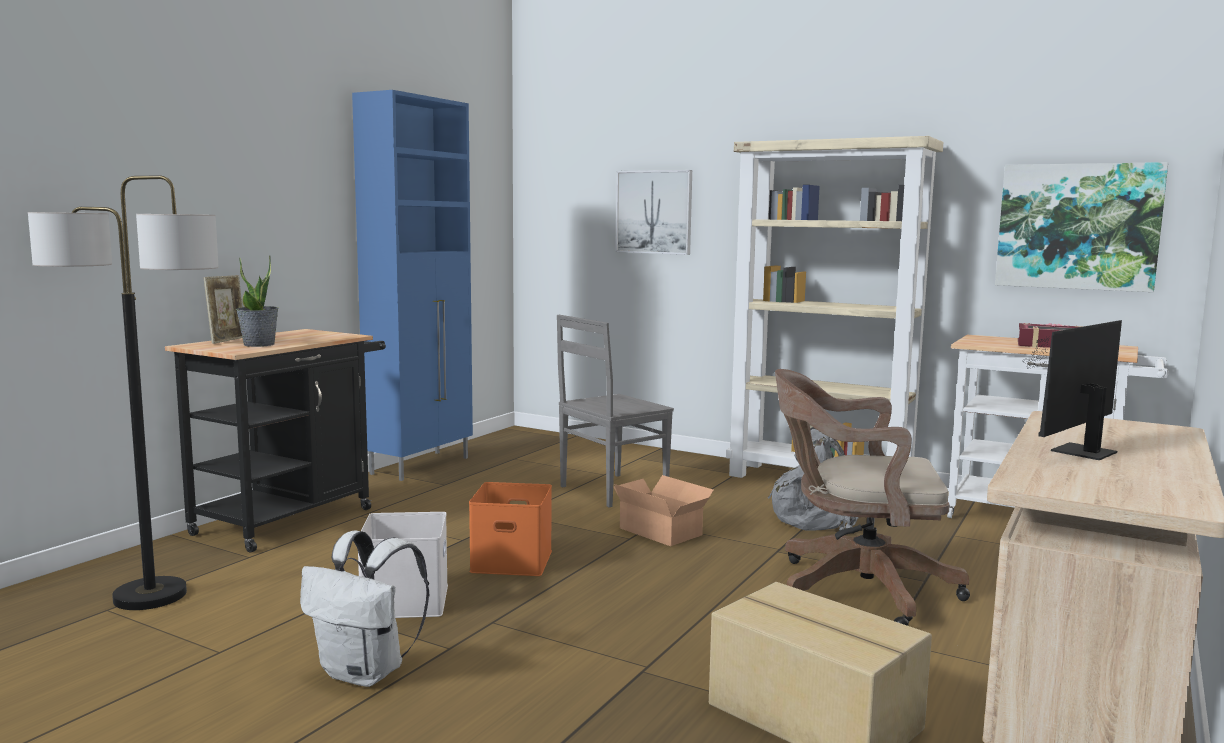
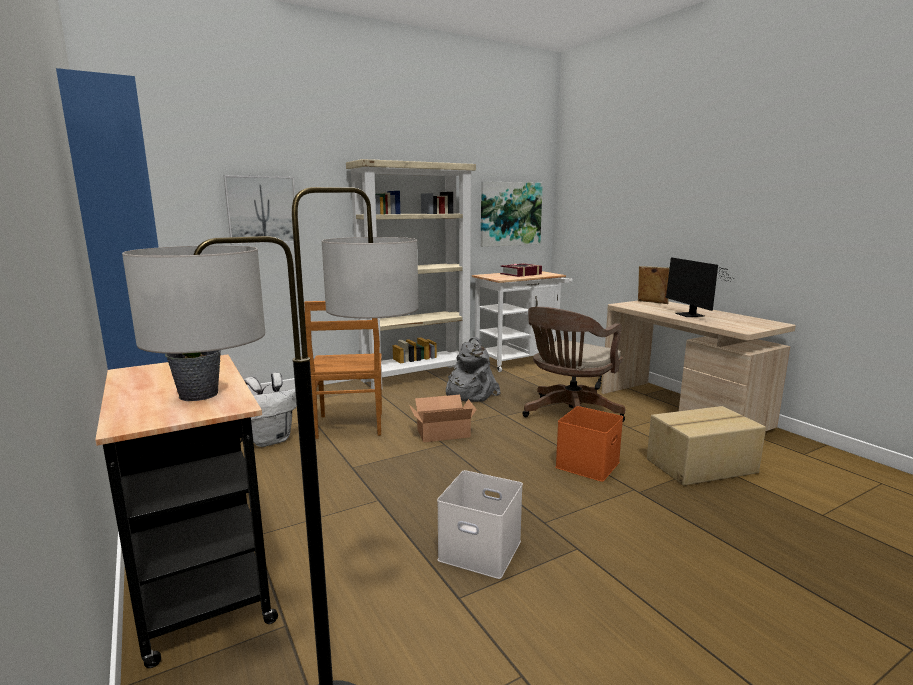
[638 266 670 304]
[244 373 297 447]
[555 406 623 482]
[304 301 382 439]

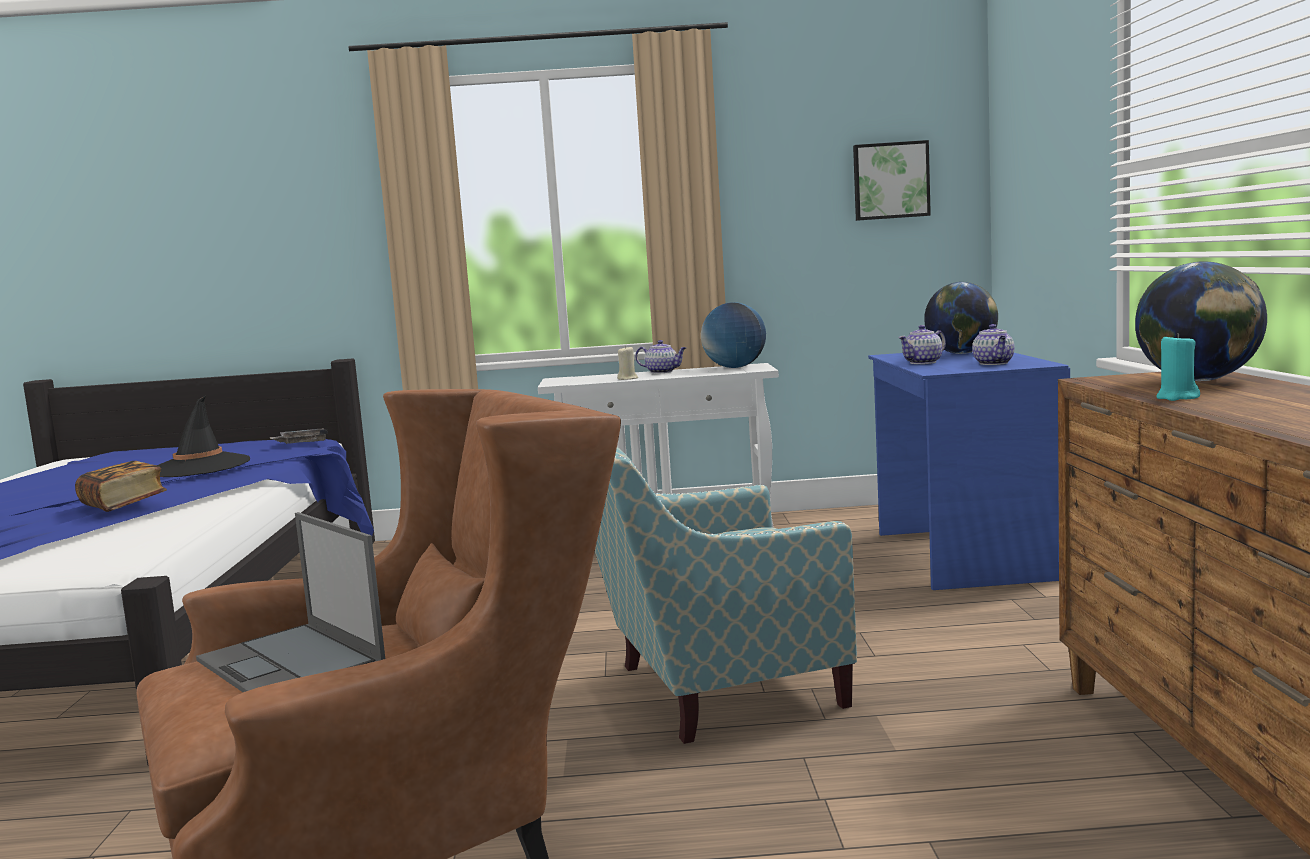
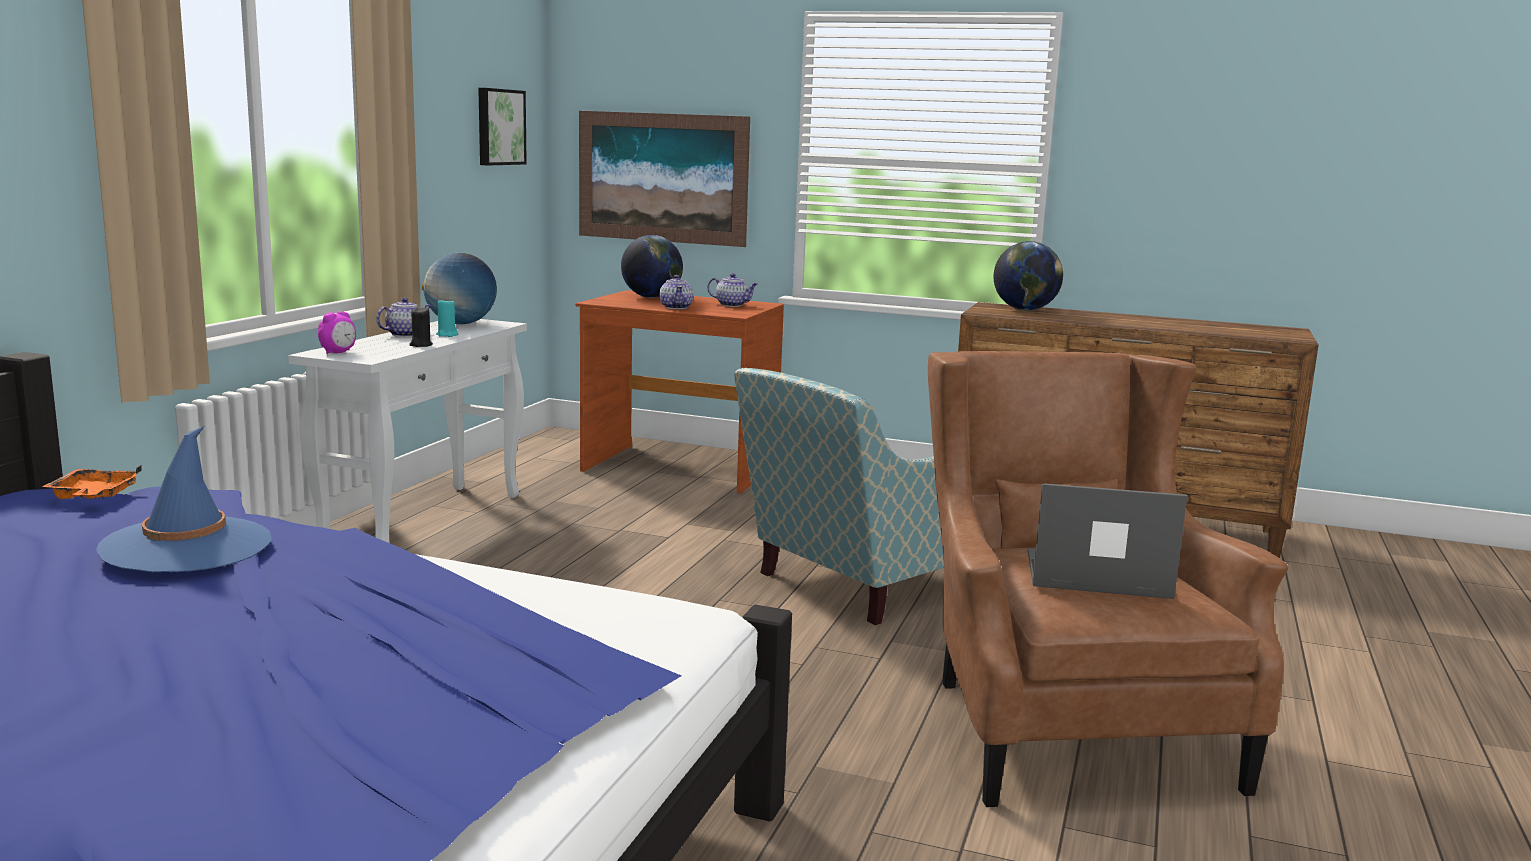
[75 461 167 512] (first image)
[96 426 271 572]
[1028 483 1187 599]
[42 465 142 499]
[734 368 944 625]
[409 307 433 347]
[575 290 784 494]
[436 298 458 337]
[318 311 356 354]
[579 111 750 247]

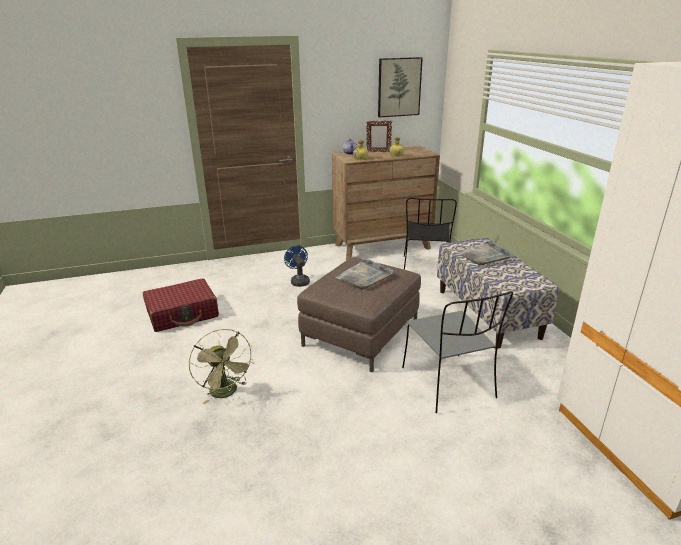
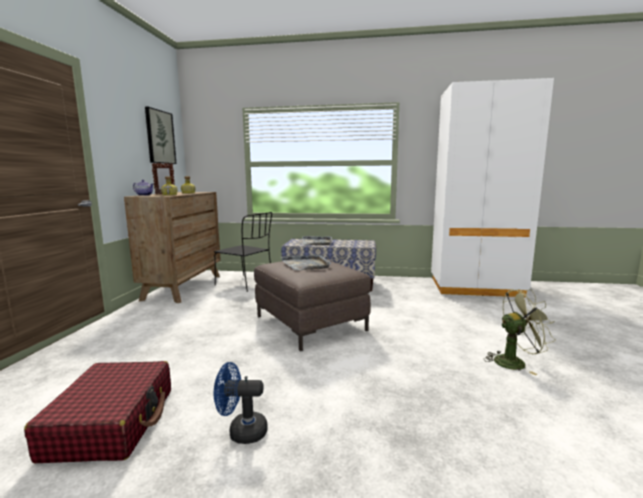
[484 289 556 375]
[214 362 268 444]
[402 291 513 413] (first image)

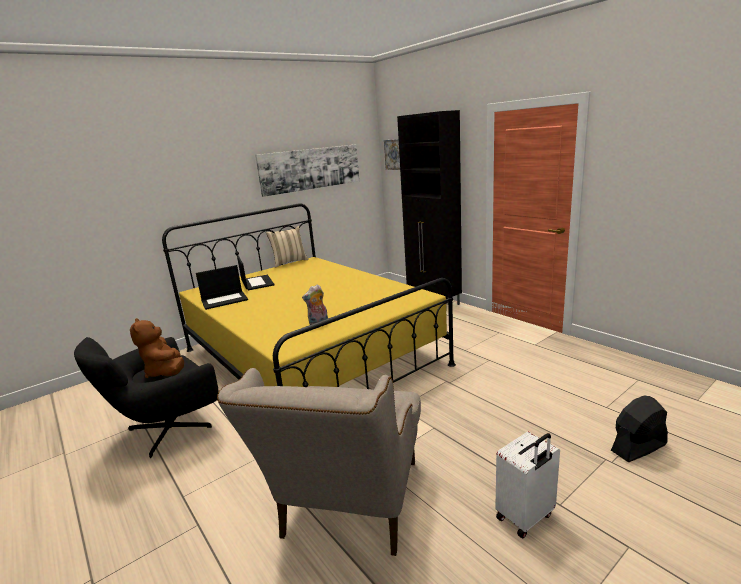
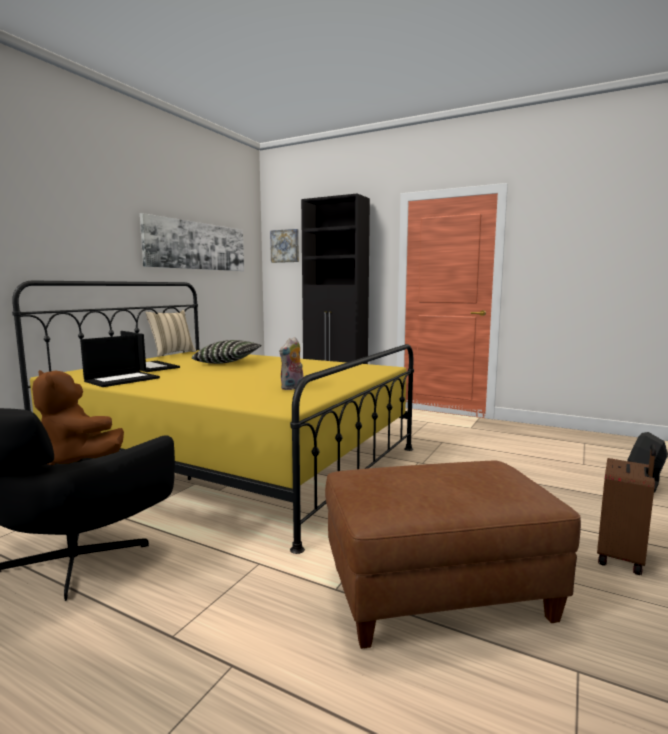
[325 461 581 649]
[597 444 656 575]
[192 340 262 364]

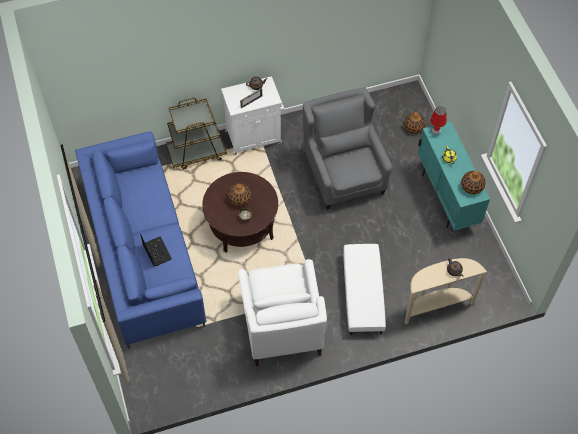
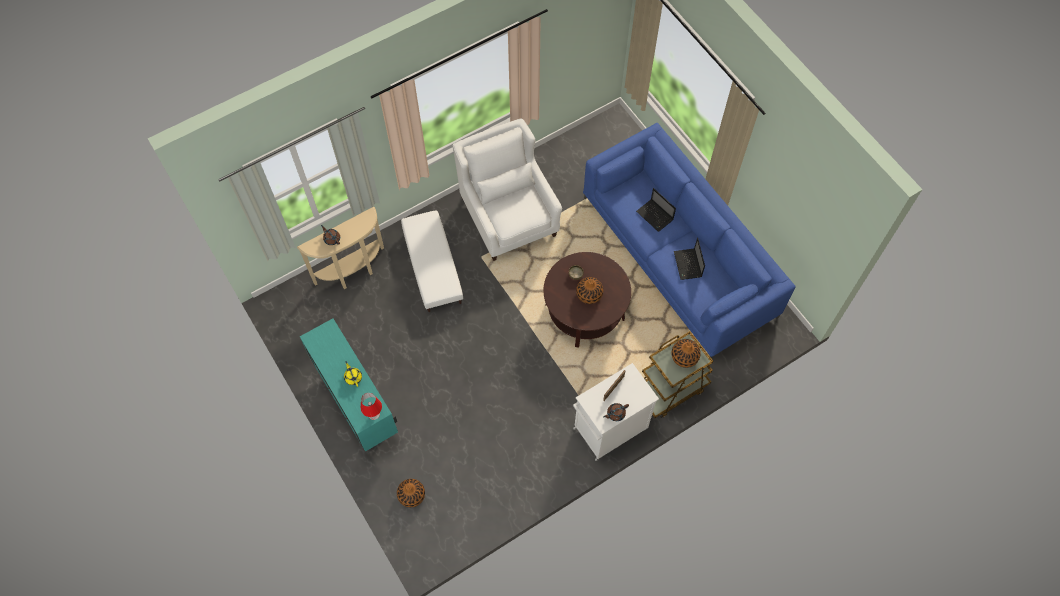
[303 87 392 210] (first image)
[672 339 701 368]
[674 238 705 280]

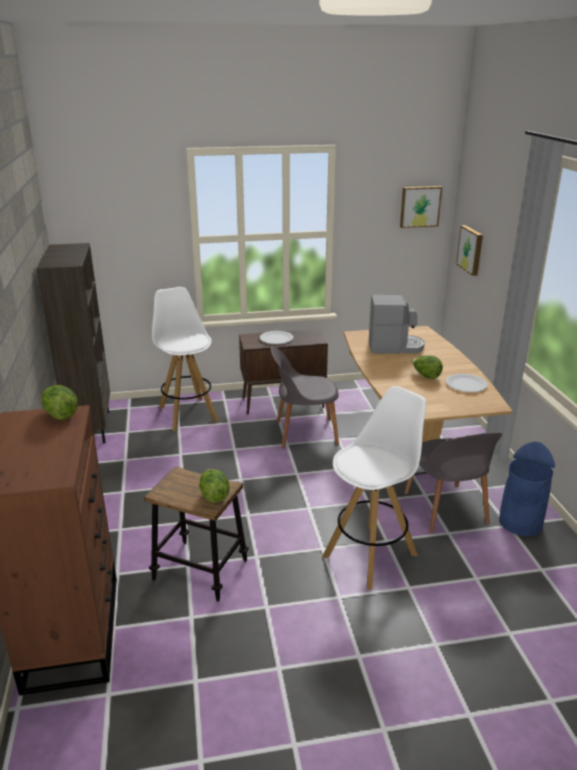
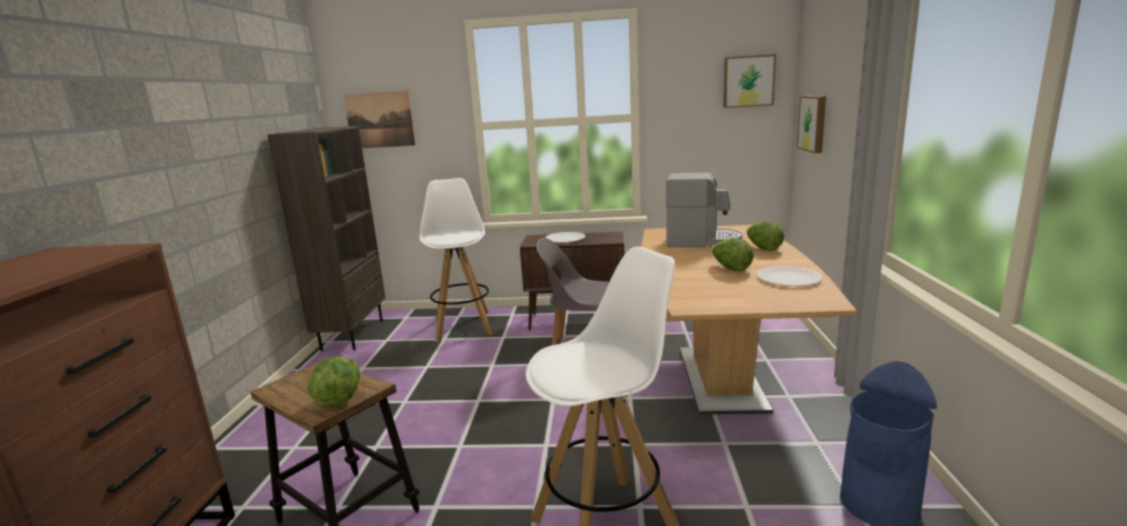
[746 221 784 251]
[404 432 502 534] (first image)
[344 91 415 148]

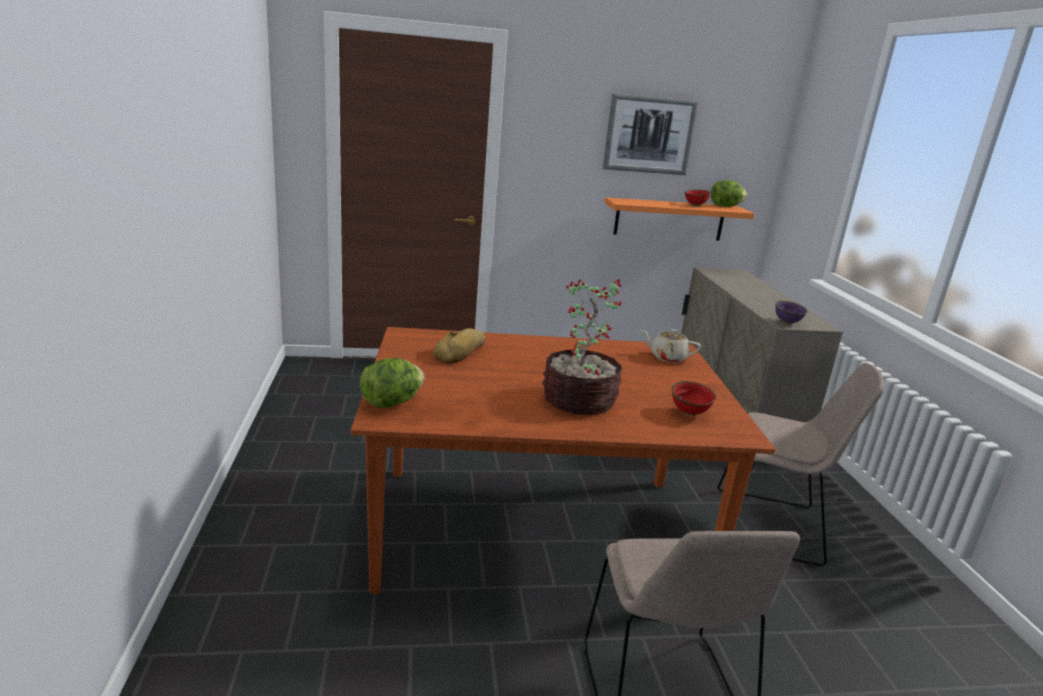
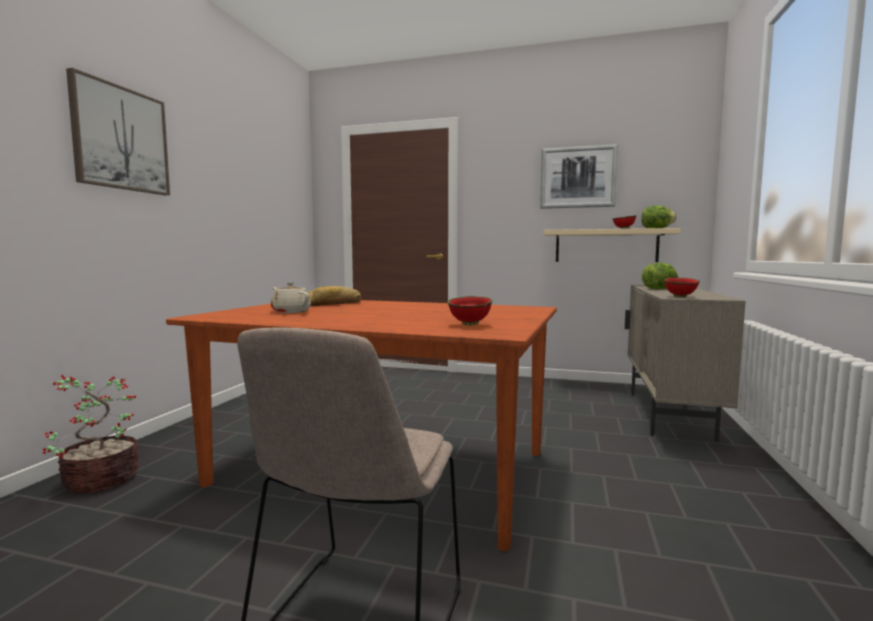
[642 262 678 290]
[42 374 139 493]
[543 228 681 262]
[271 282 311 313]
[718 363 884 567] (first image)
[664 277 700 298]
[66 68 170 195]

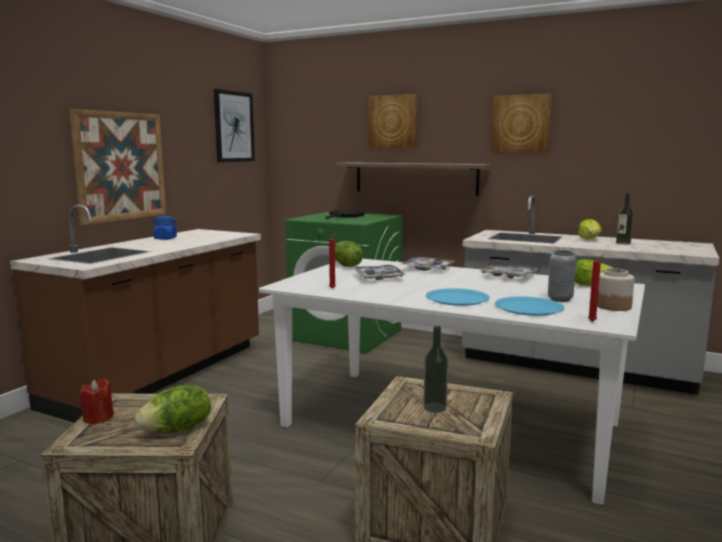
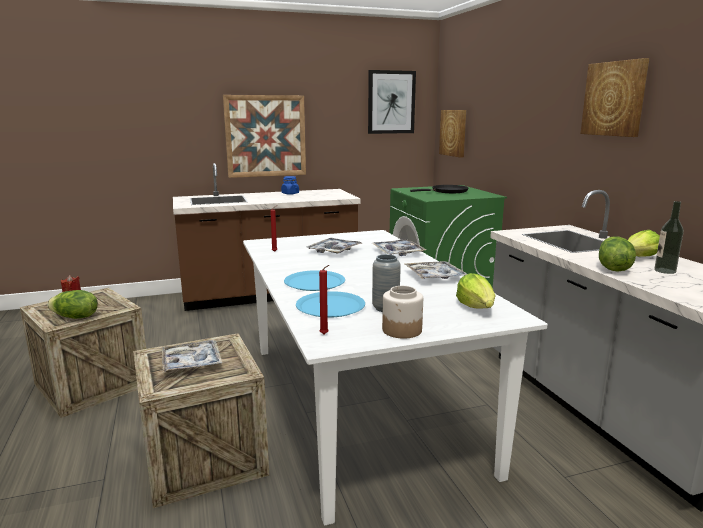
[335 162 492 196] (first image)
[599 237 636 272]
[439 110 466 158]
[162 340 222 372]

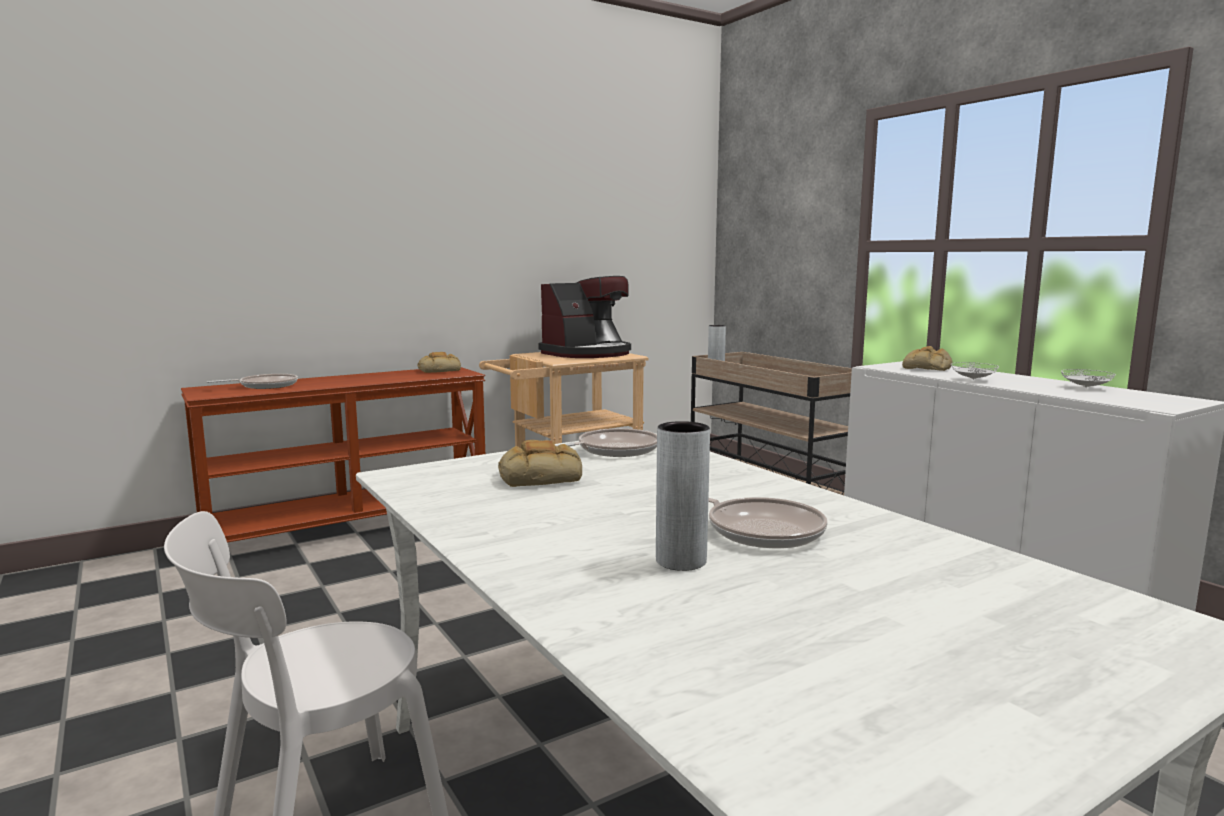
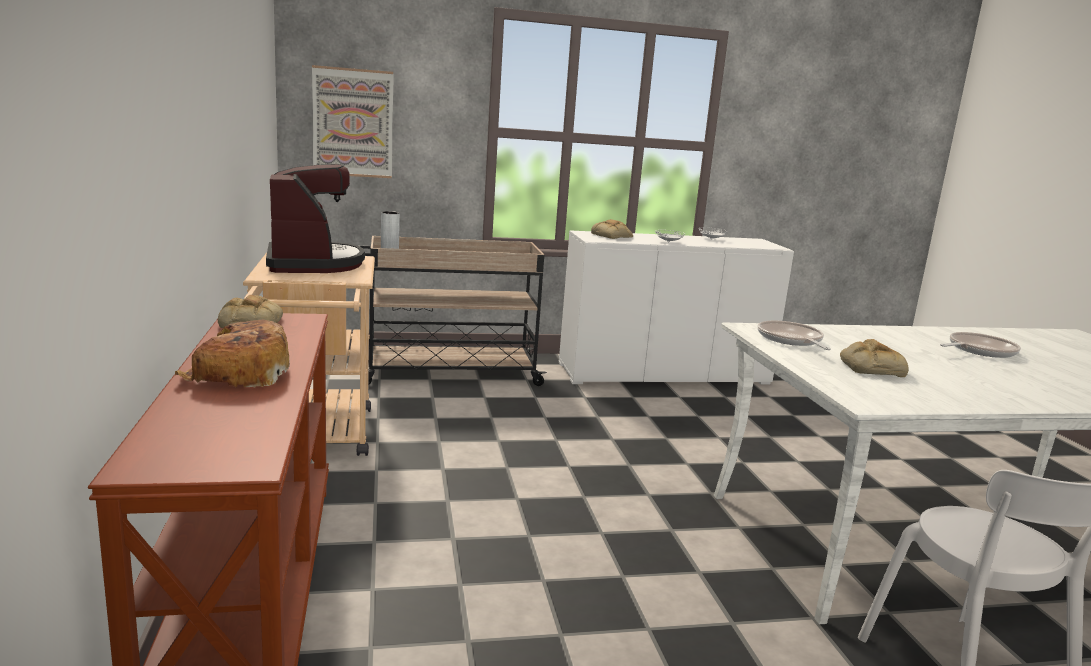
[206 374 298 389] (first image)
[656 421 710 571] (first image)
[175 320 290 388]
[312 65 394 178]

